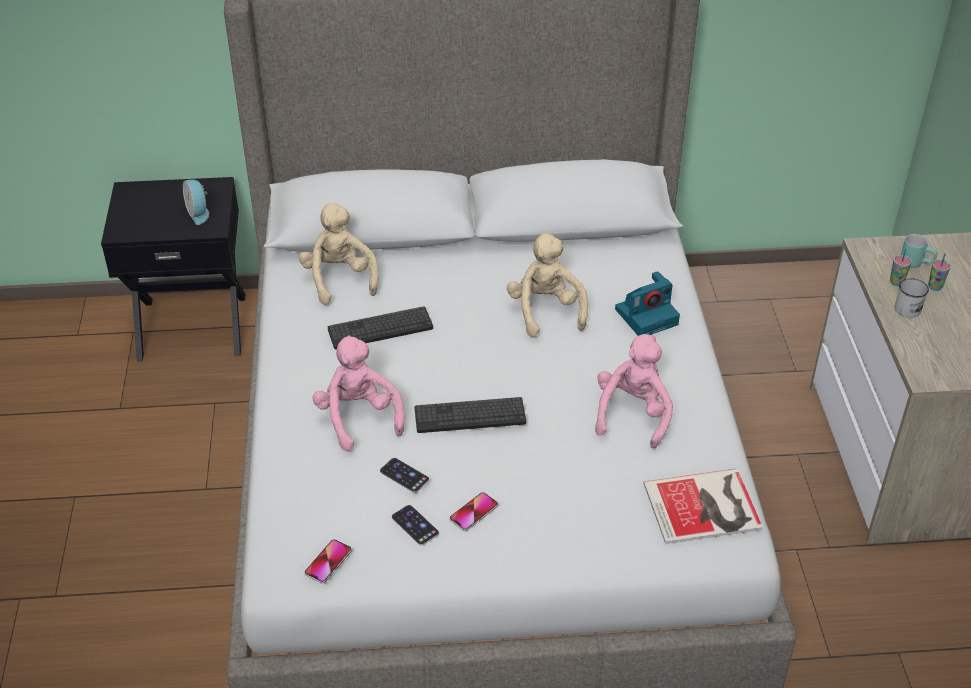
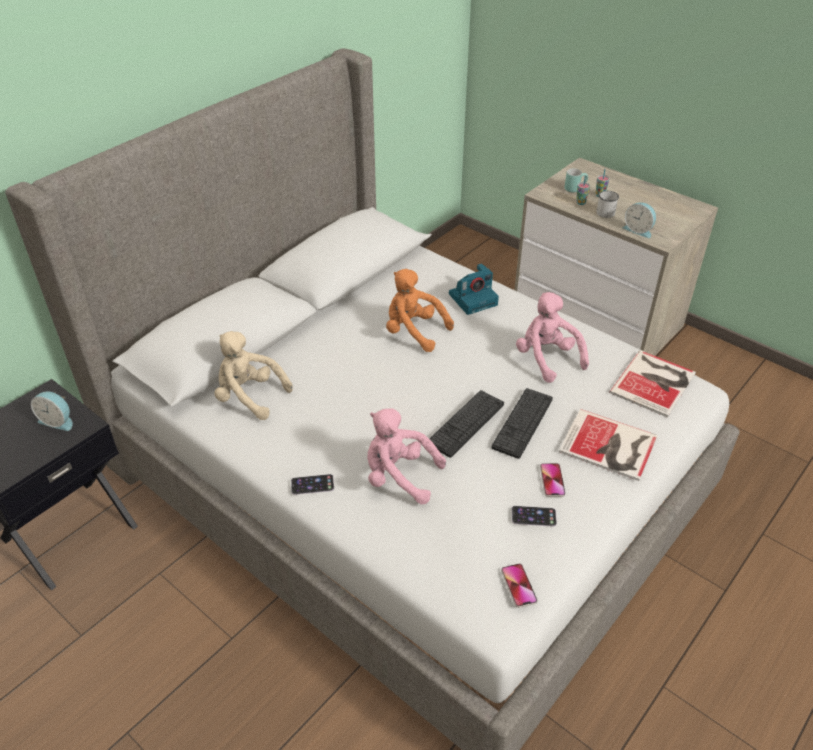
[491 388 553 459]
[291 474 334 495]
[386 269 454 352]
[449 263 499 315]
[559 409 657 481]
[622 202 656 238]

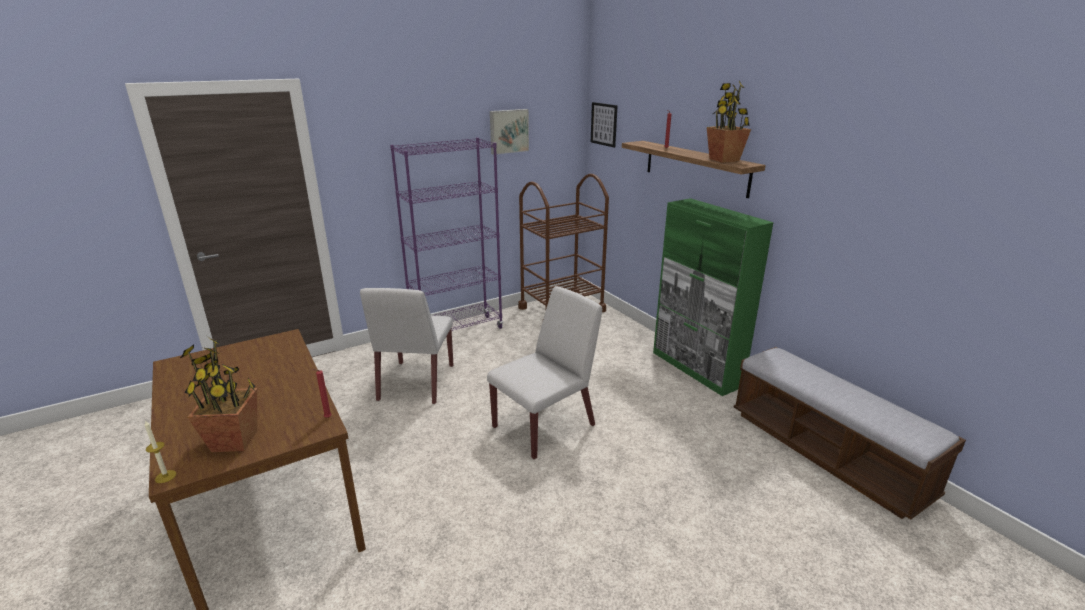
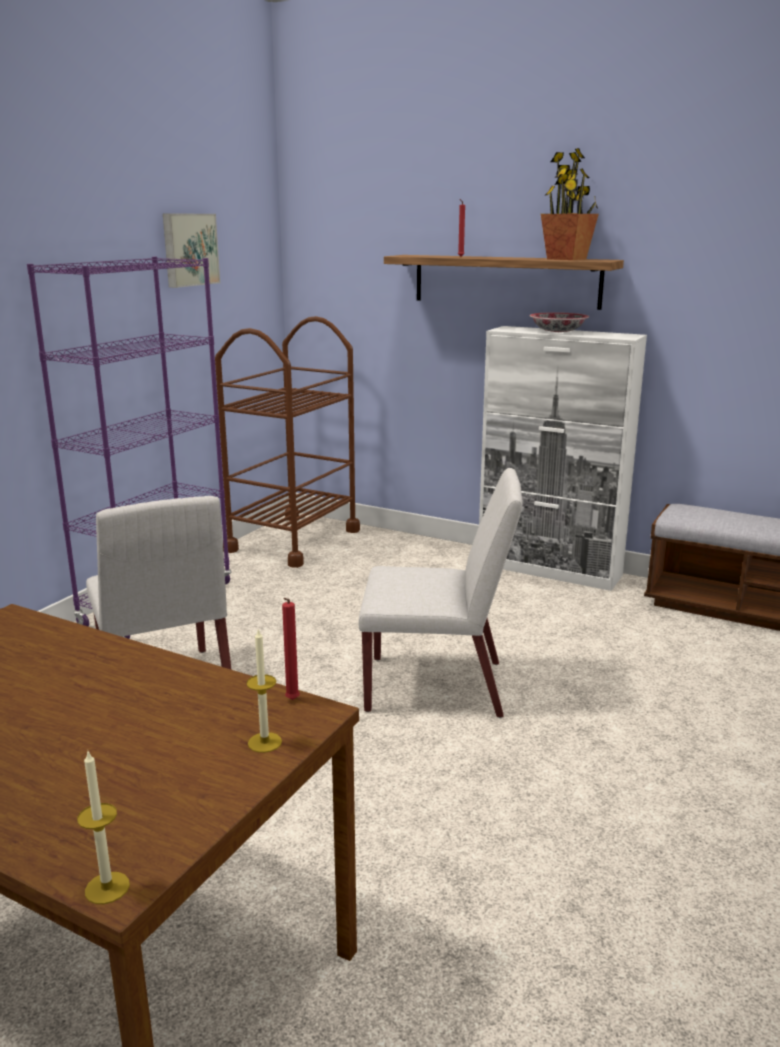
[180 336 257 452] (first image)
[359 468 523 718]
[591 102 618 148] (first image)
[479 326 647 591]
[246 628 282 753]
[530 312 589 332]

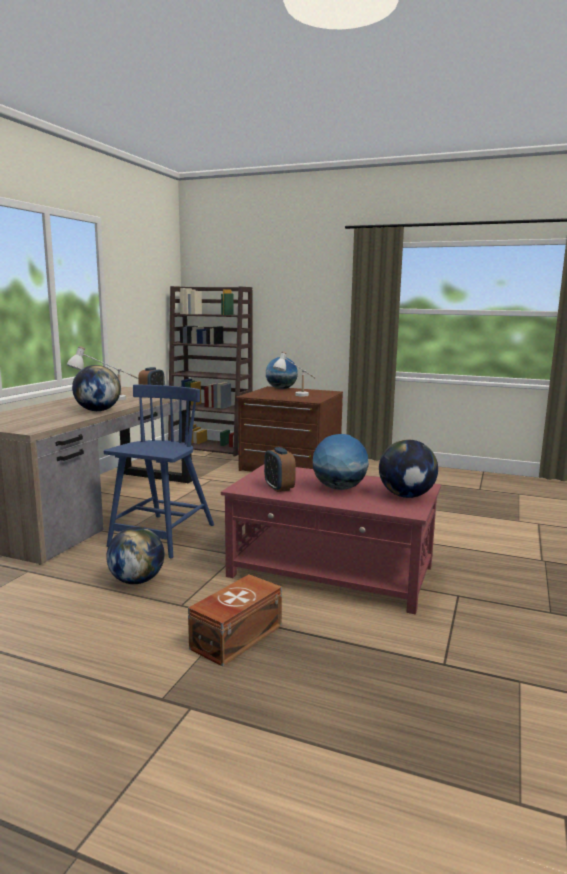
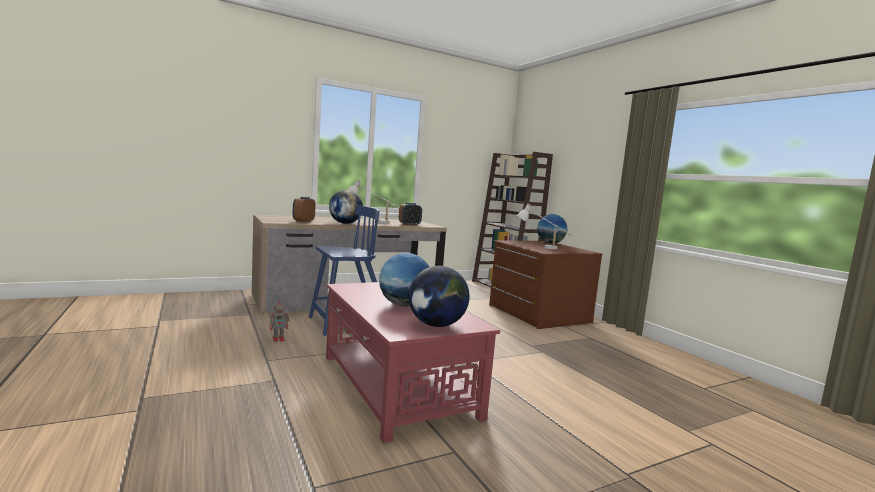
[270 300 289 342]
[188 574 282 667] (first image)
[293 197 316 222]

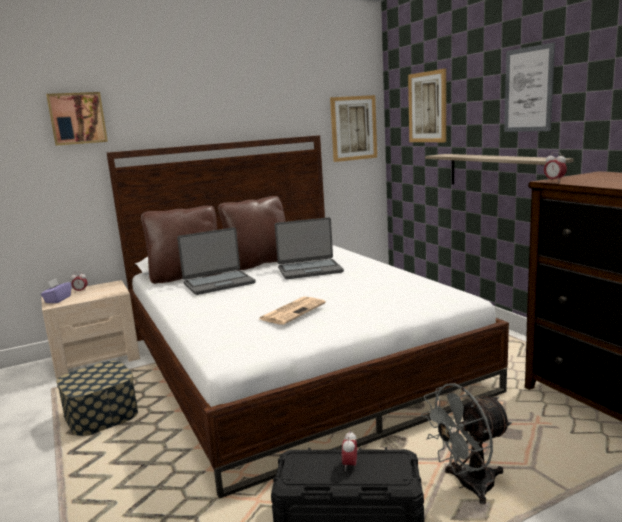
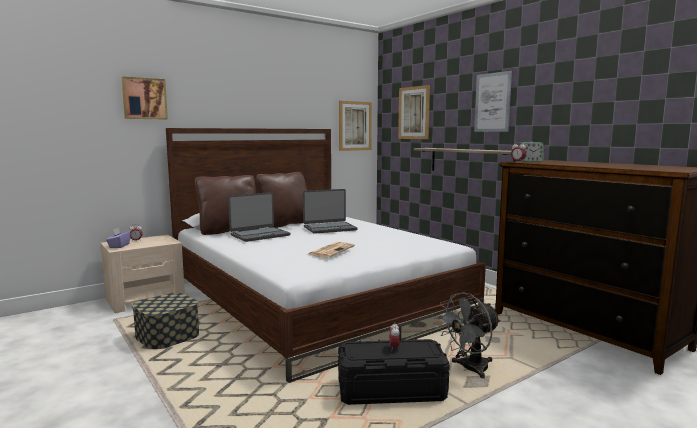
[521 142 545 162]

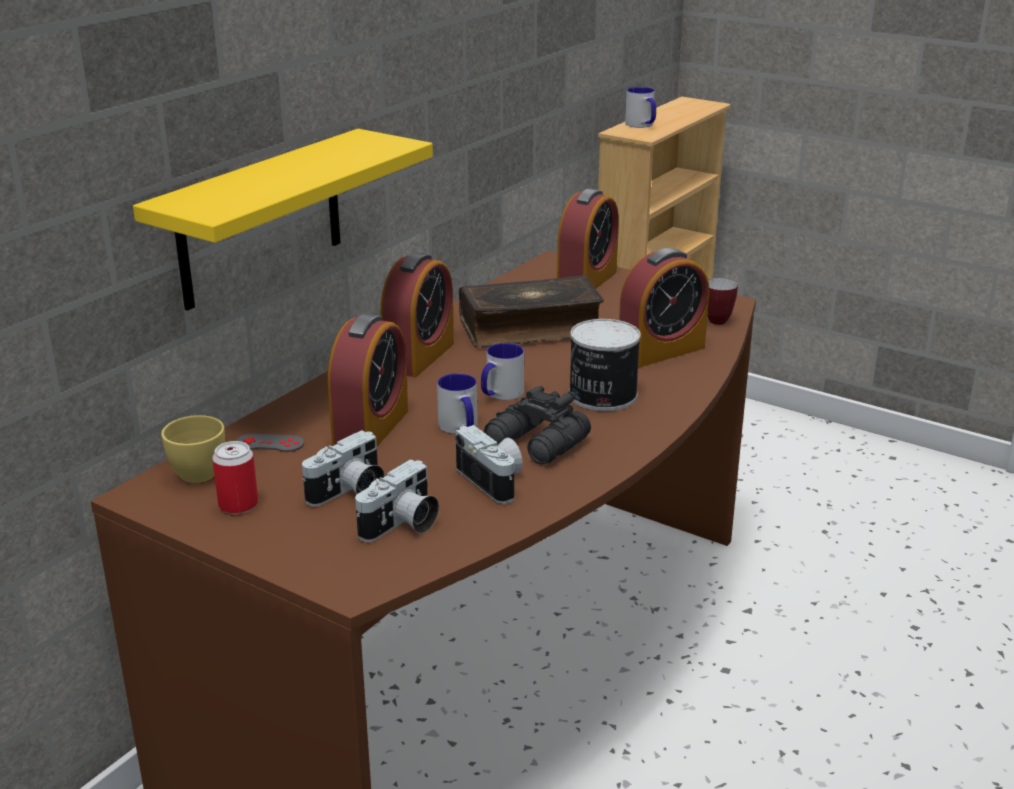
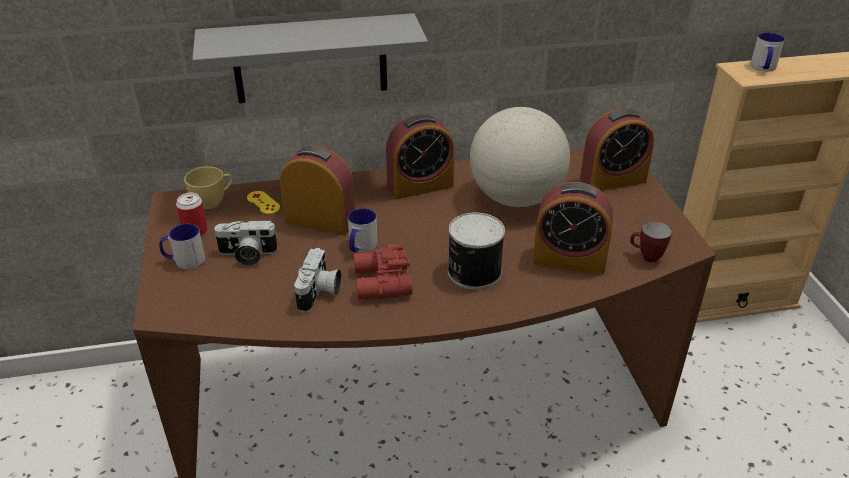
[192 13 428 103]
[247 191 280 214]
[280 146 355 235]
[355 459 439 542] (first image)
[470 107 570 207]
[159 224 205 269]
[354 244 412 300]

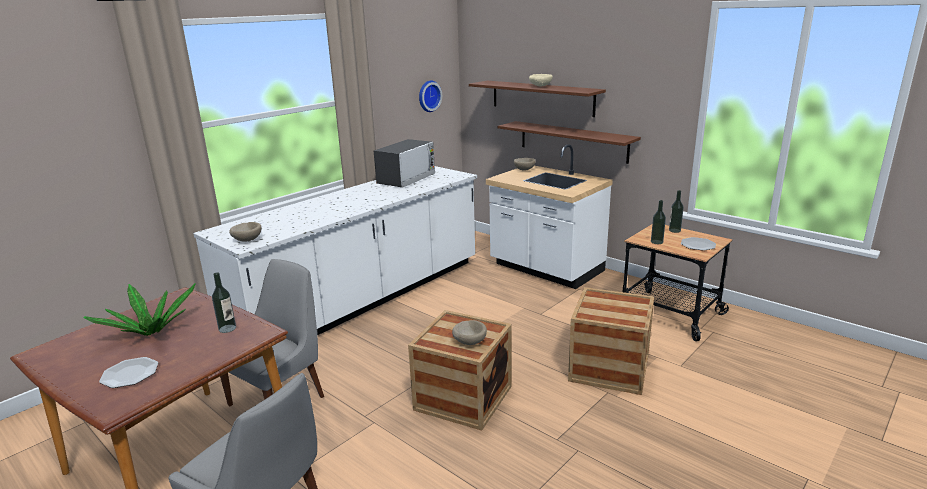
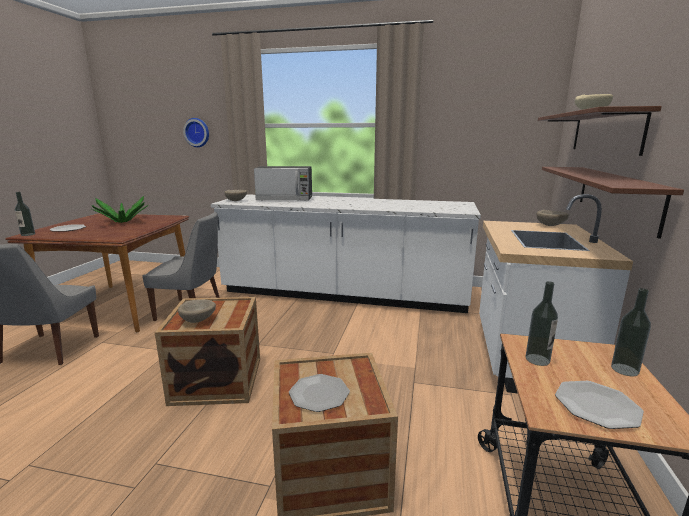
[15 192 35 236]
[254 166 312 201]
[183 118 209 147]
[289 374 350 412]

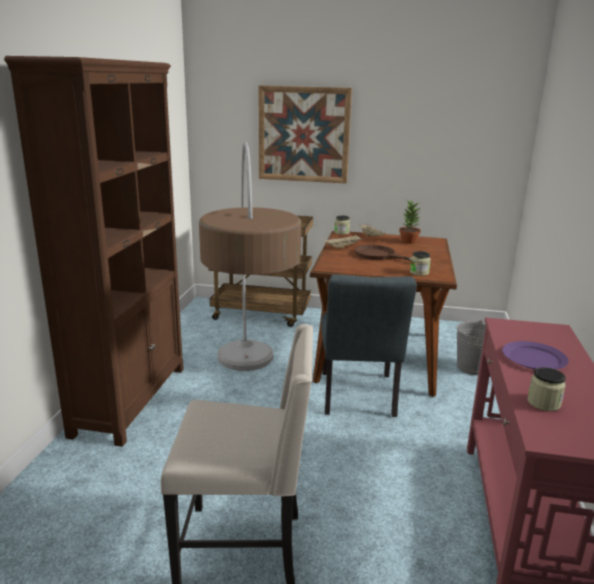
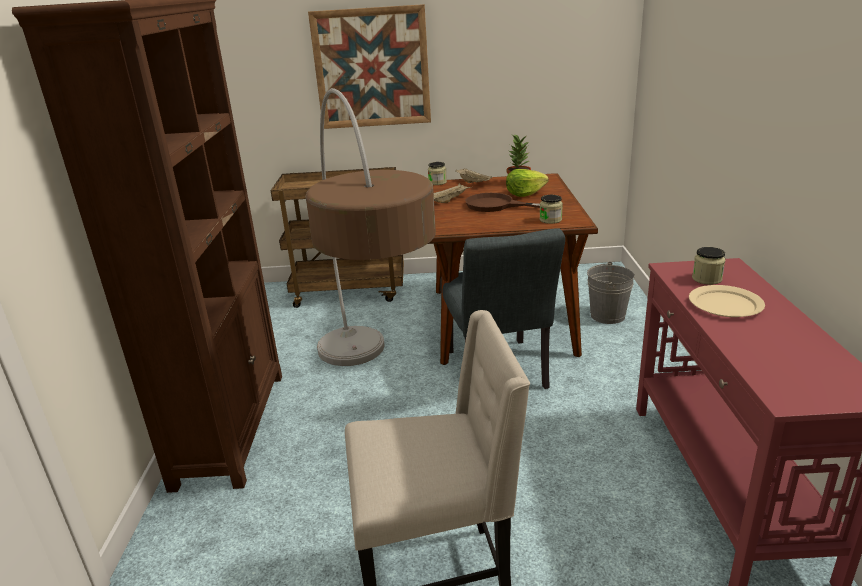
[689 285 765 317]
[692 247 725 285]
[506 169 549 197]

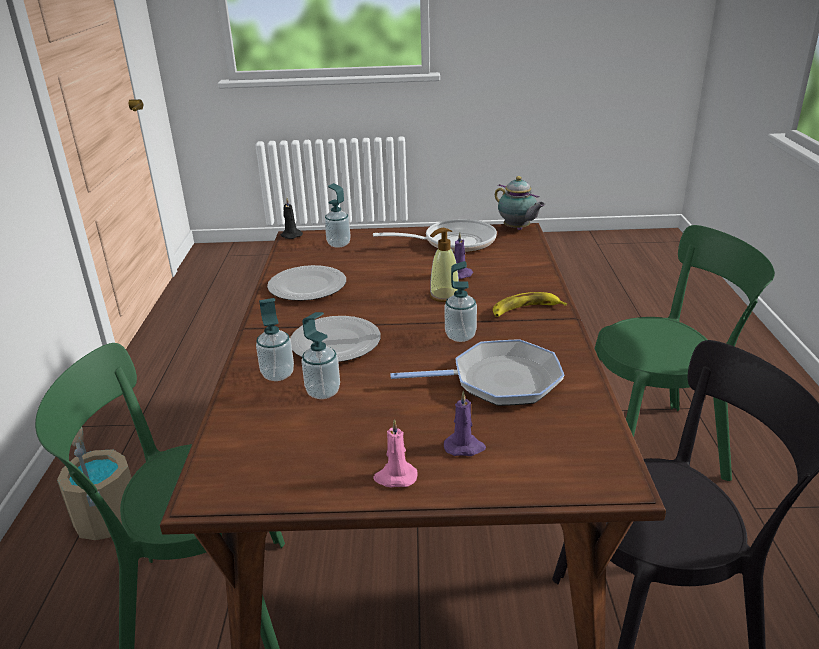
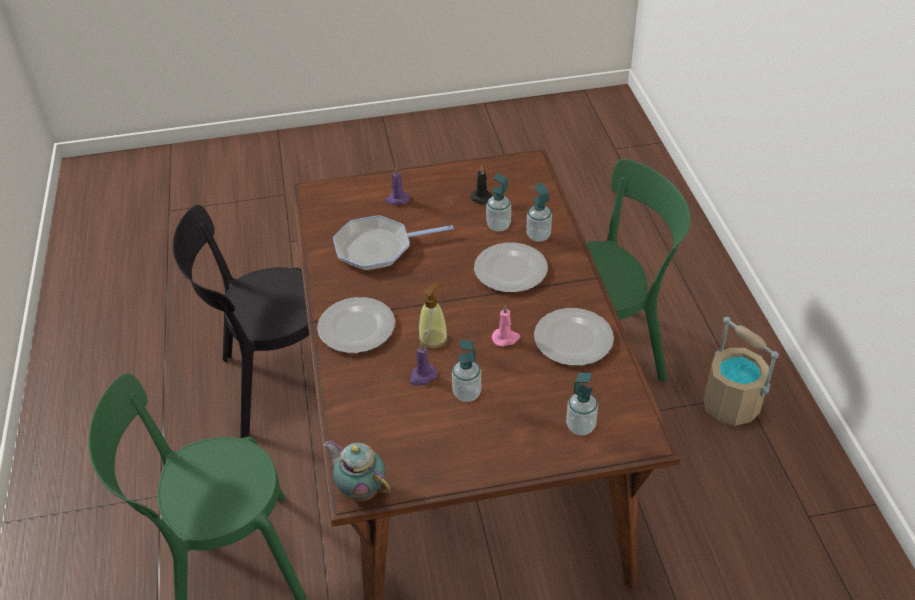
[471 166 492 204]
[373 219 497 252] (first image)
[492 305 520 347]
[452 340 481 402]
[317 297 395 353]

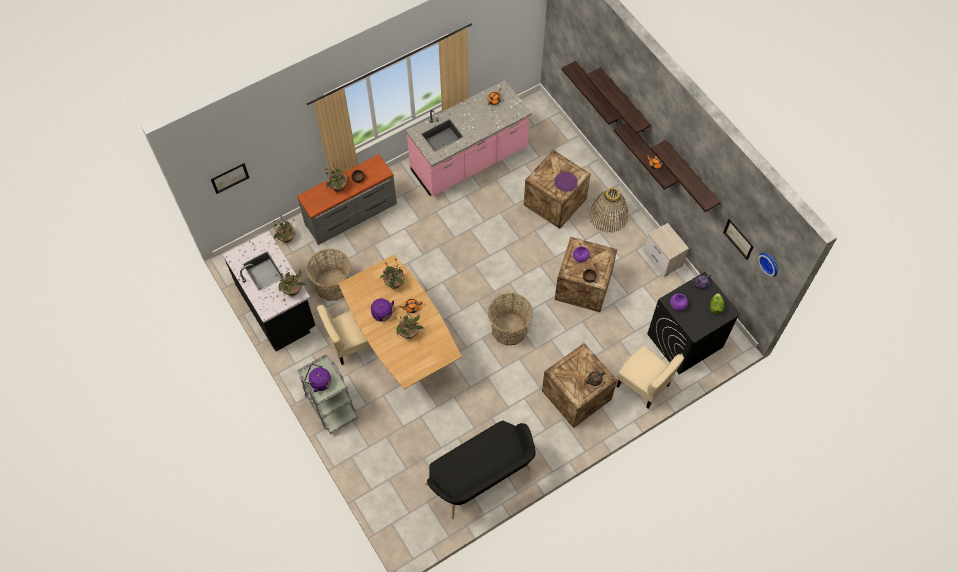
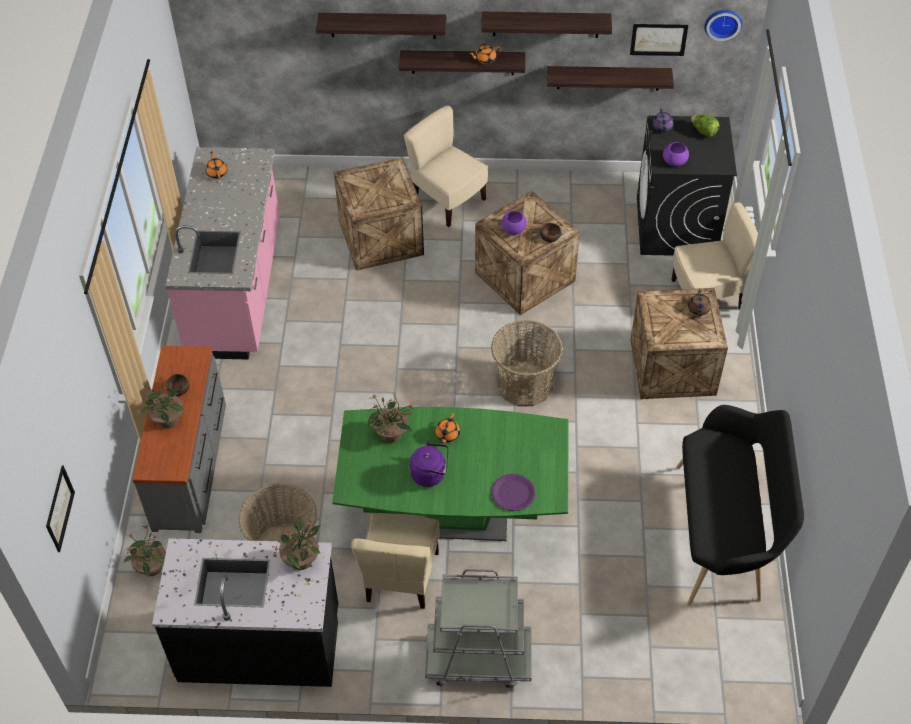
[304 364 331 392] (first image)
[332 407 568 541]
[393 312 425 339] (first image)
[492 474 535 511]
[547 66 674 91]
[404 105 488 227]
[644 223 689 276] (first image)

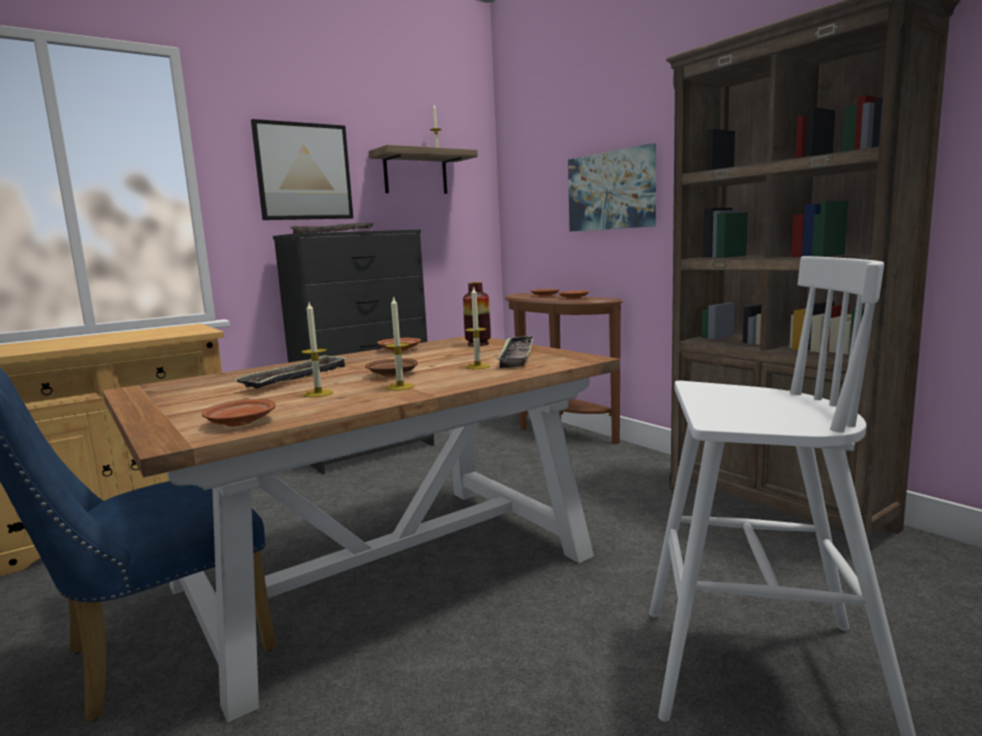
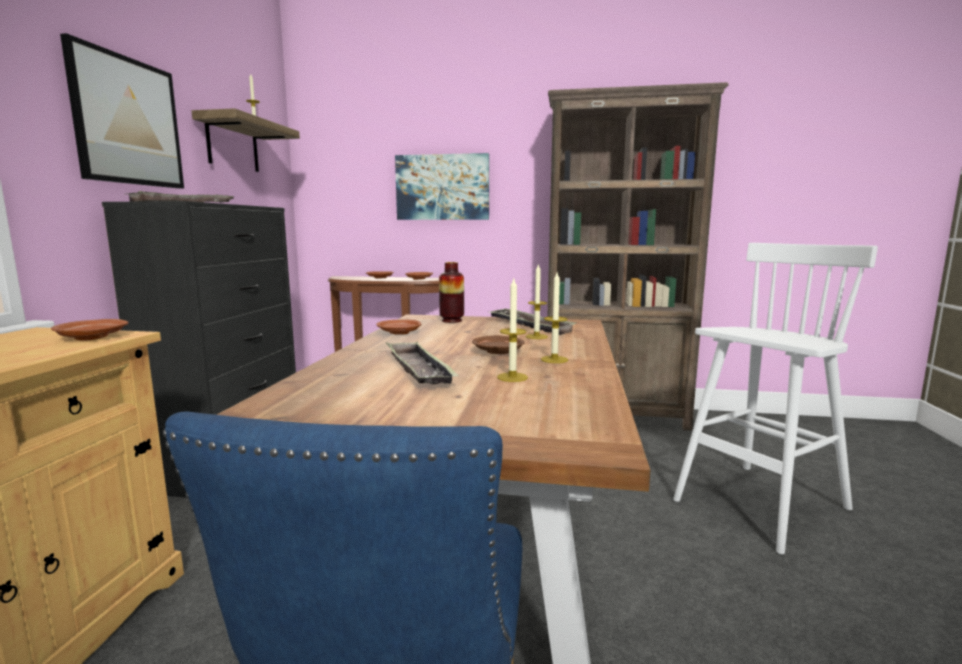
[51 319 128 341]

